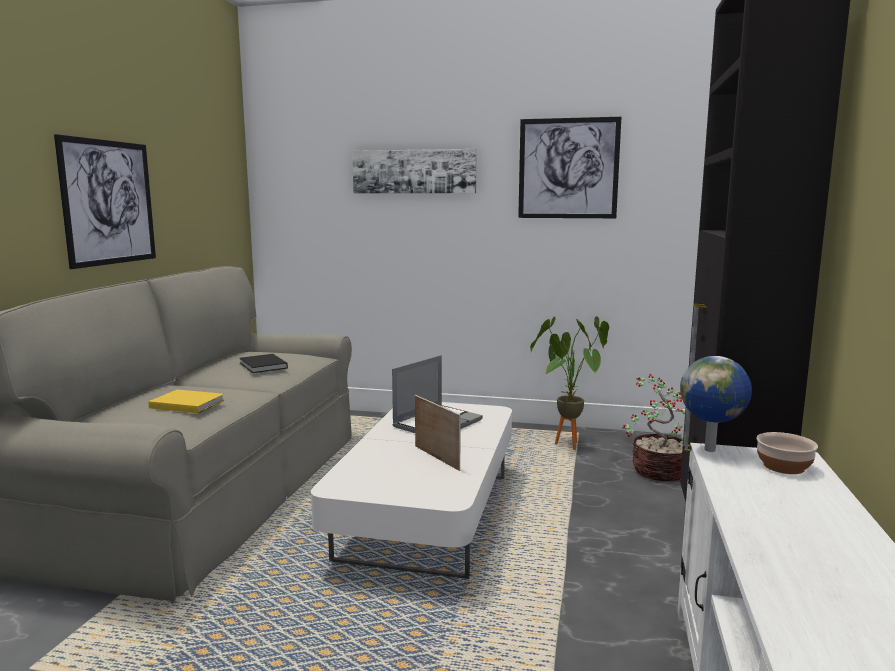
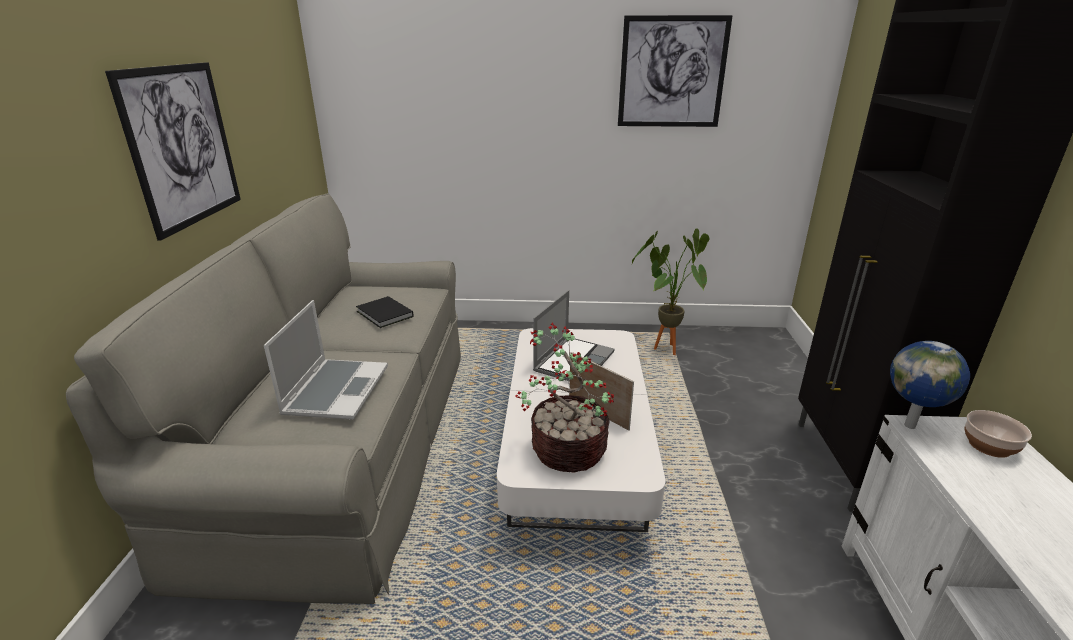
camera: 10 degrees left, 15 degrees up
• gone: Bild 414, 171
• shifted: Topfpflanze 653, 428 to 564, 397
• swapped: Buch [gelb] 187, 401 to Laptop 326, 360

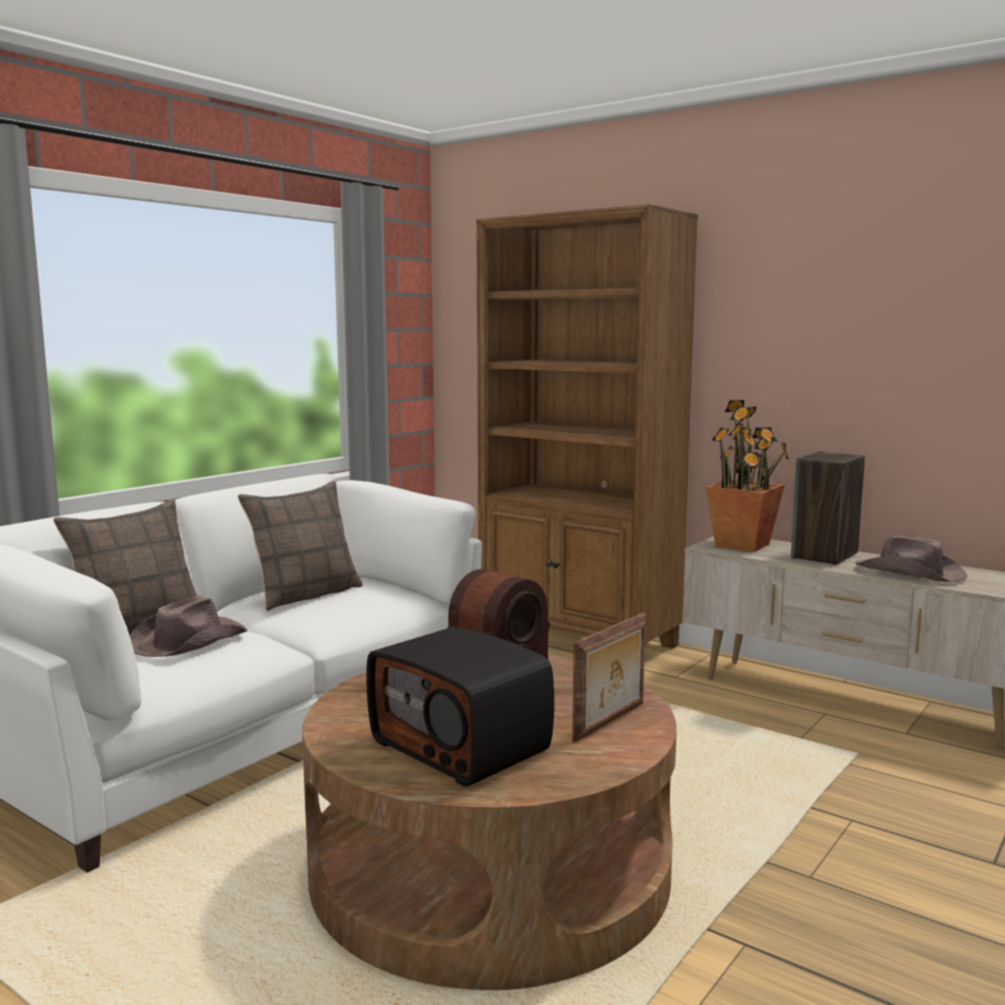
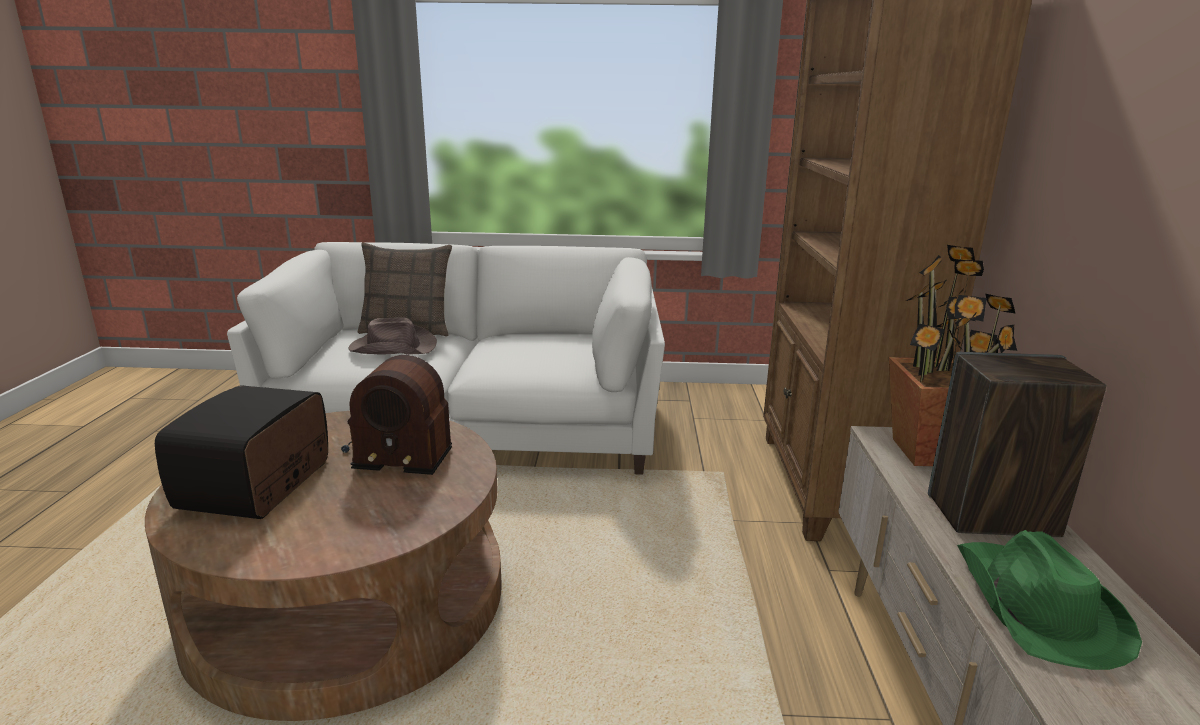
camera: 55 degrees right, 10 degrees up
• gone: Kissen 300, 546
• gone: Bilderrahmen 609, 677
• repainted: Hut [braun] 911, 558 to Hut [grün] 1049, 600

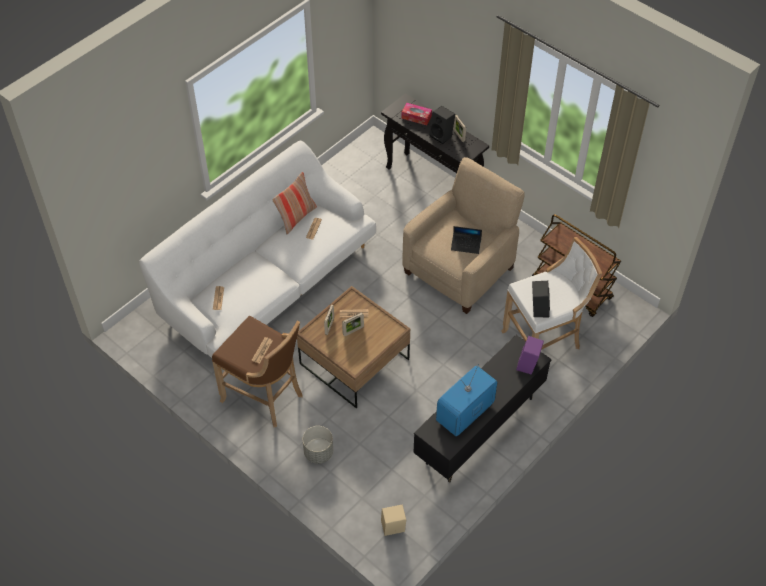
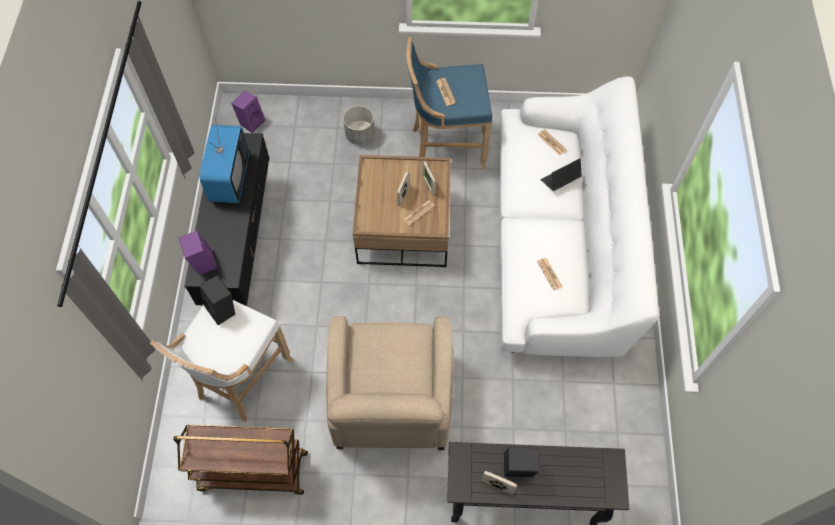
camera: 140 degrees right, 10 degrees up
• gone: Kissen 294, 203
• gone: Taschentuchbox 416, 114
• shifted: Laptop 466, 240 to 561, 174
• repainted: Hocker [braun] 257, 371 to Hocker [blau] 449, 103
• repainted: Lautsprecher [beige] 393, 520 to Lautsprecher [lila] 248, 112

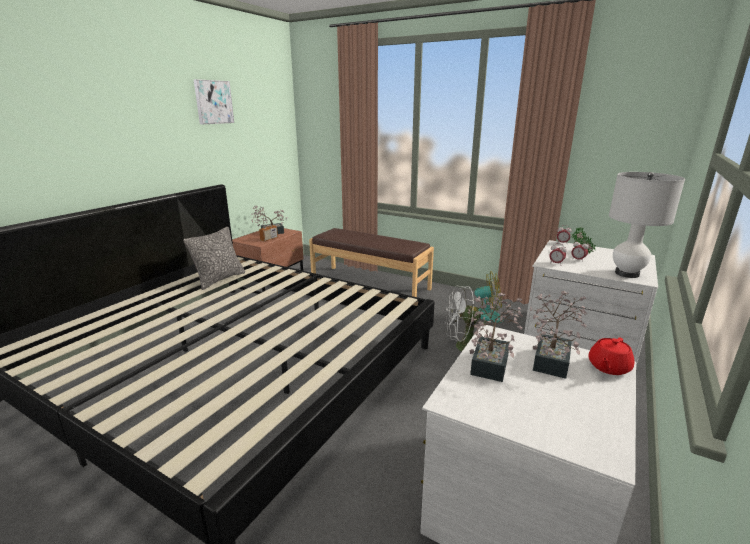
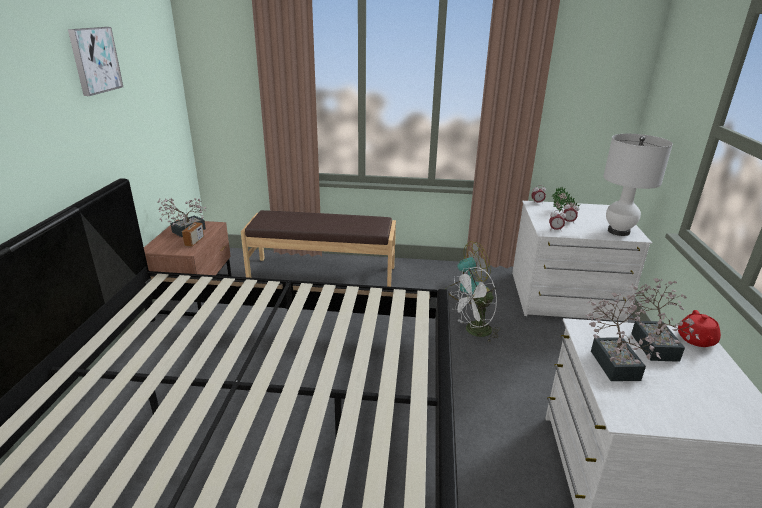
camera: 25 degrees left, 5 degrees up
• gone: Kissen 214, 258

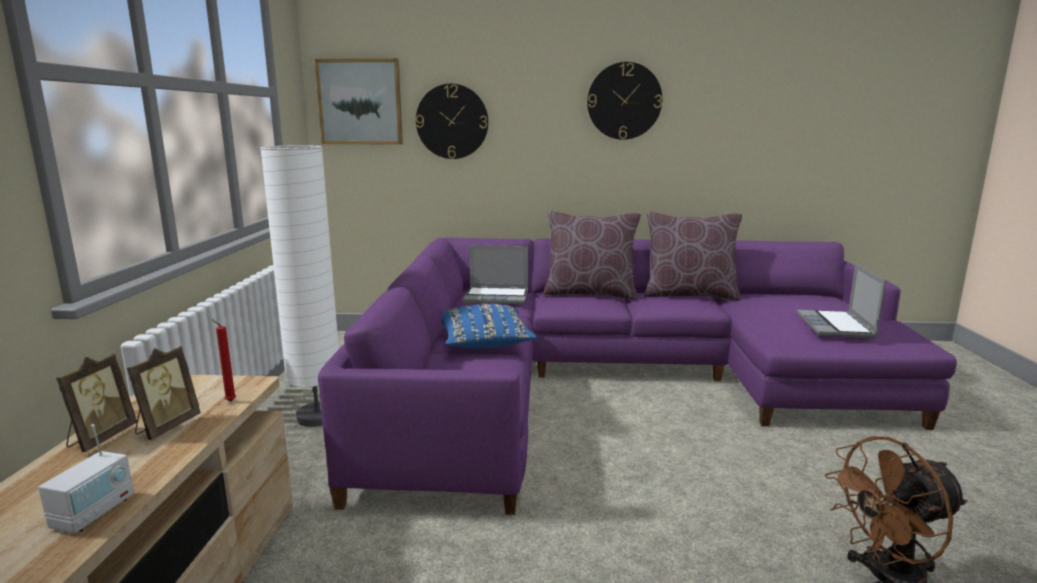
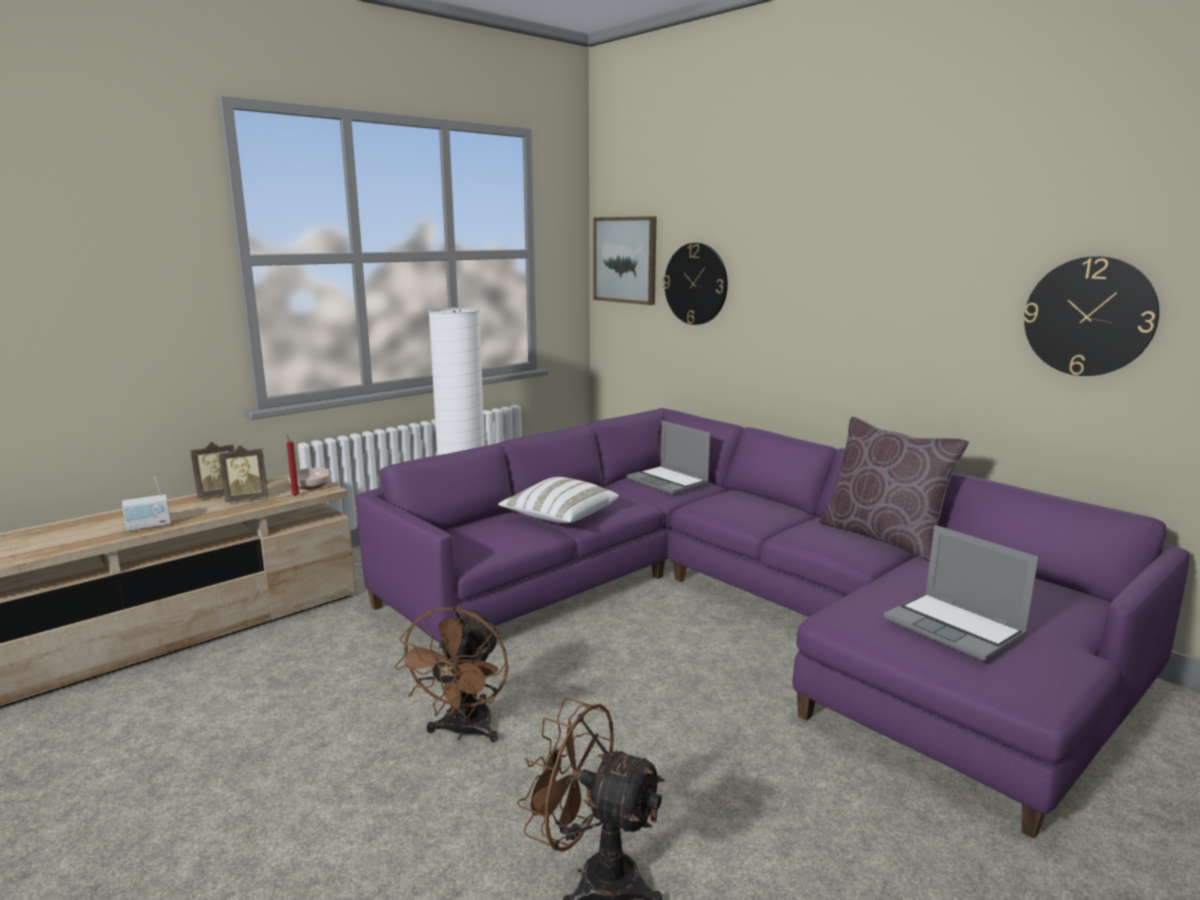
camera: 45 degrees right, 0 degrees up
• gone: Kissen [braun] 592, 255
• new: Schüssel 309, 479
• new: Ventilator [braun] 452, 675
• shifted: Wanduhr 624, 101 to 1091, 316
• repainted: Kissen [blau] 489, 326 to Kissen [weiß] 558, 500
• rotated: Laptop 841, 301 = 961, 593 90 degrees counterclockwise

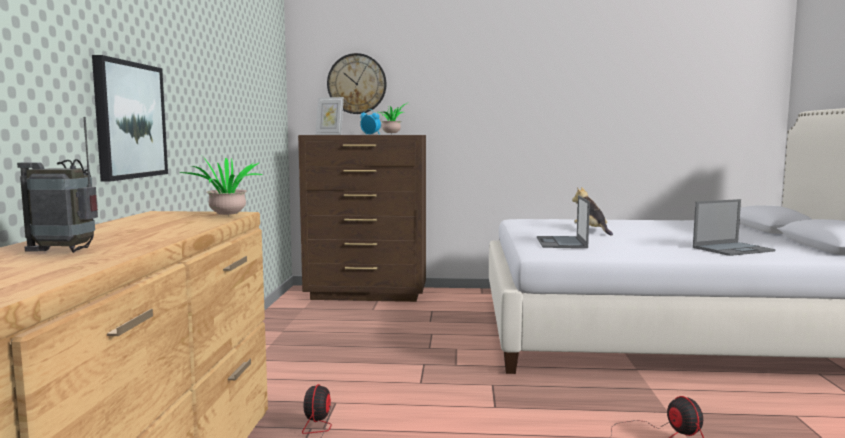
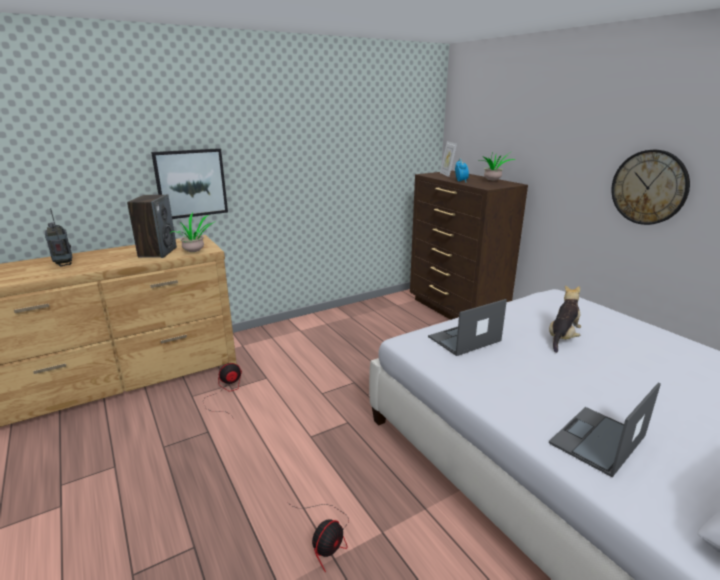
camera: 55 degrees right, 15 degrees up
• new: Lautsprecher 152, 226
• shifted: Wanduhr 356, 83 to 650, 187
• rotated: Laptop 734, 227 = 605, 430 105 degrees clockwise

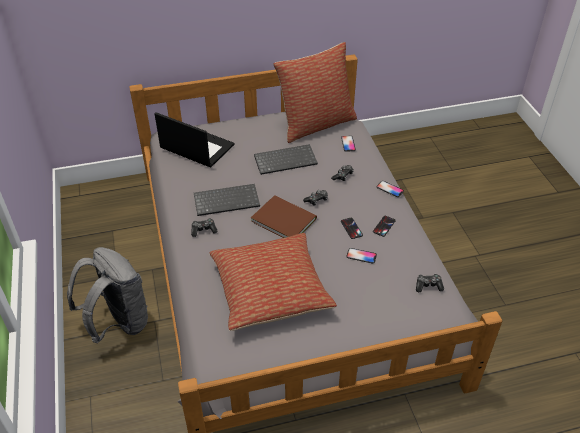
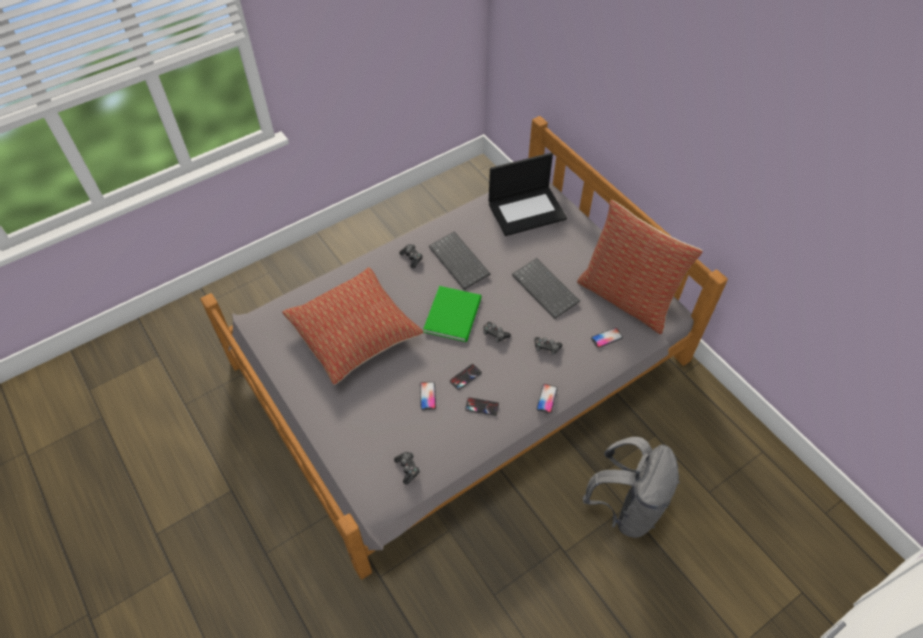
camera: 70 degrees right, 10 degrees up
• shifted: Rucksack [grau] 107, 295 to 631, 487
• repainted: Buch [braun] 284, 216 to Buch [grün] 452, 314
• rotated: Laptop 194, 139 = 528, 194 60 degrees clockwise

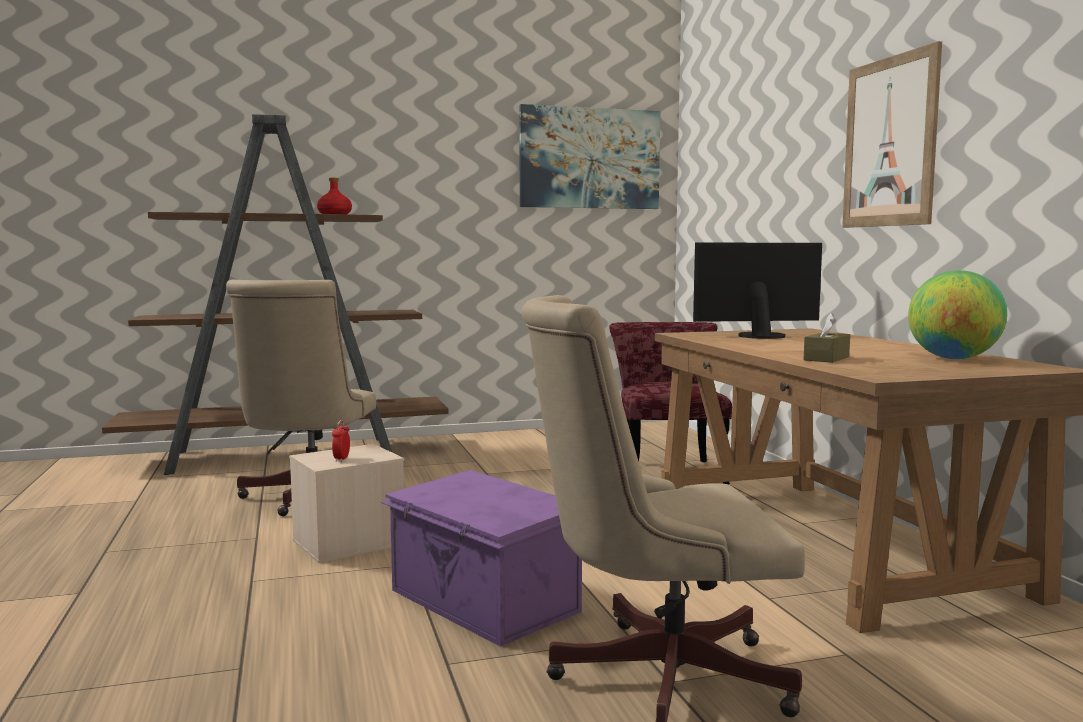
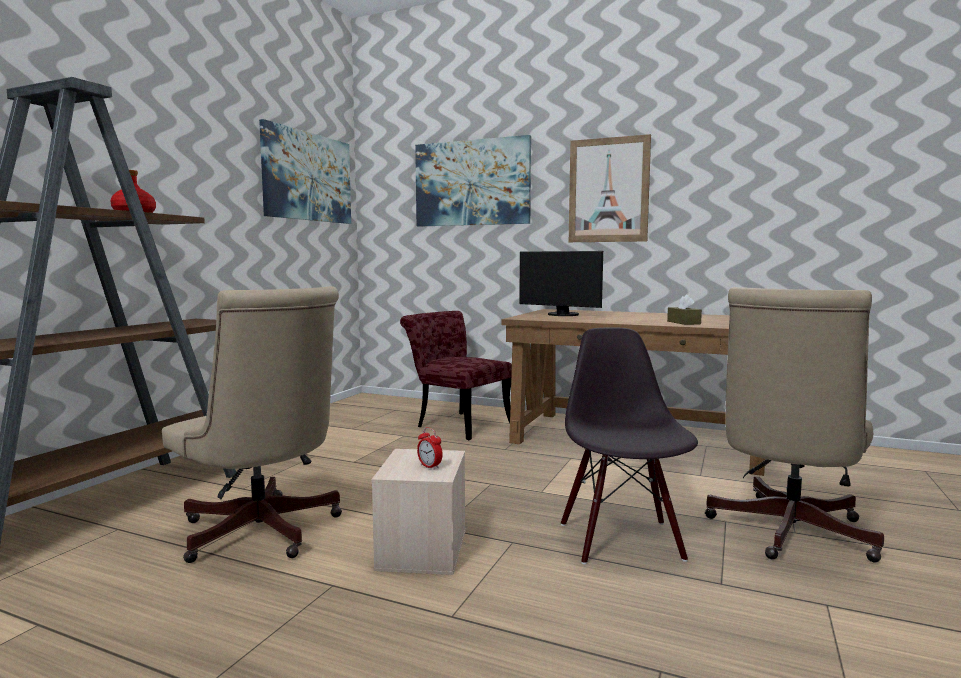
camera: 50 degrees left, 0 degrees up
• gone: Globus 957, 314
• new: Bild 473, 181
• swapped: Aufbewahrungsbox [lila] 481, 558 to Stuhl [schwarz] 629, 446
• rotated: Monitor 757, 291 = 561, 283 90 degrees counterclockwise

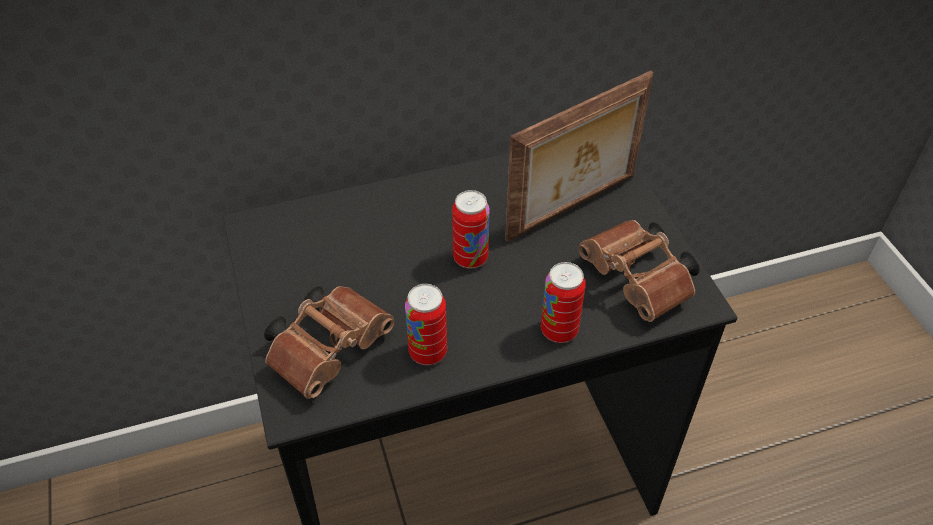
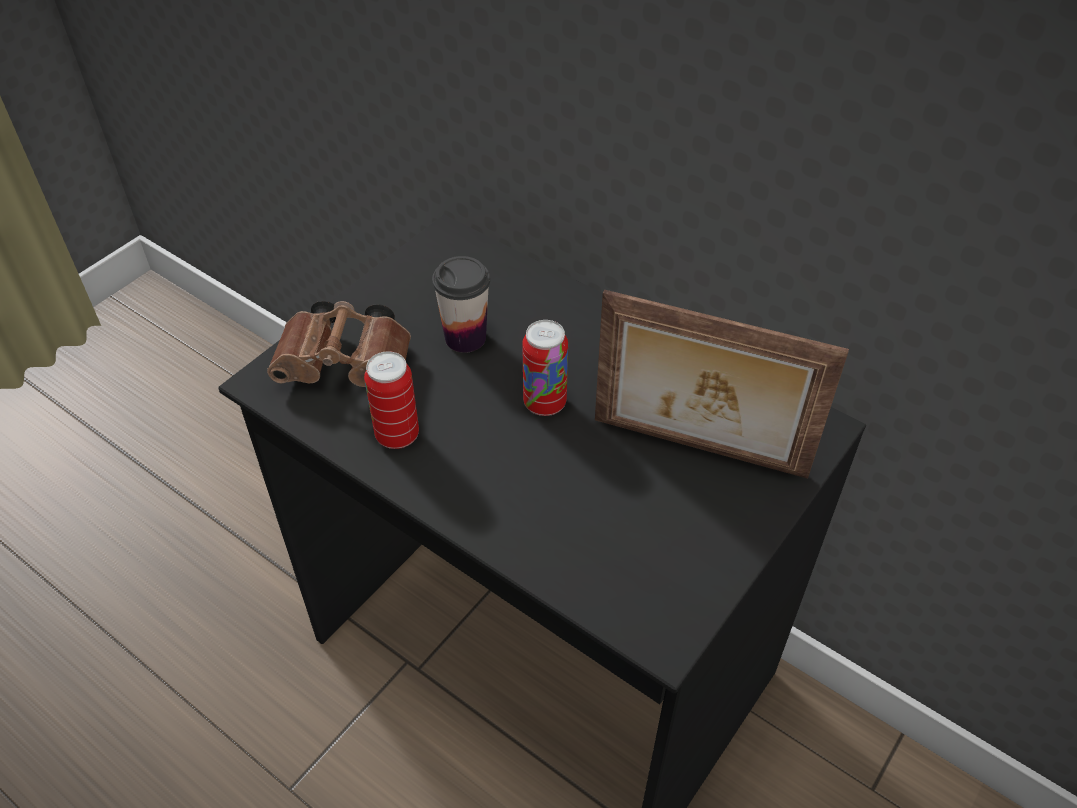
camera: 55 degrees right, 0 degrees up
• gone: Dose 563, 302
• gone: Fernglas [braun] 639, 271
• new: Tasse 461, 304

